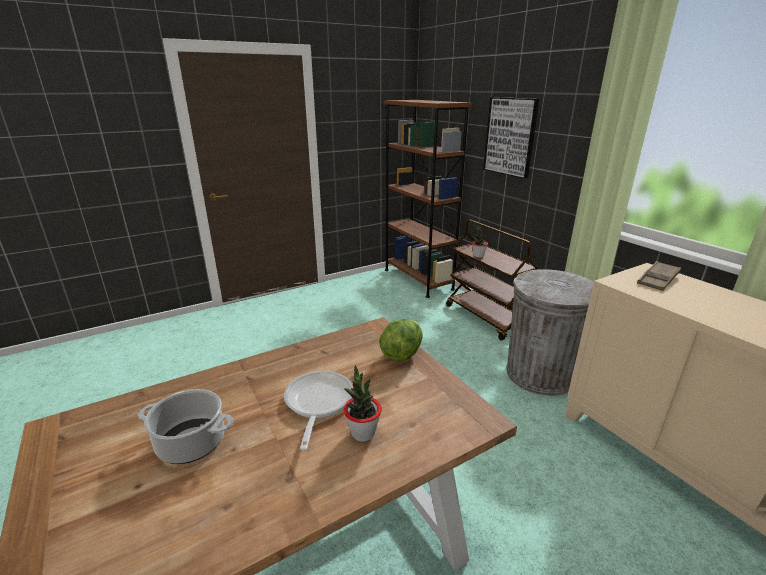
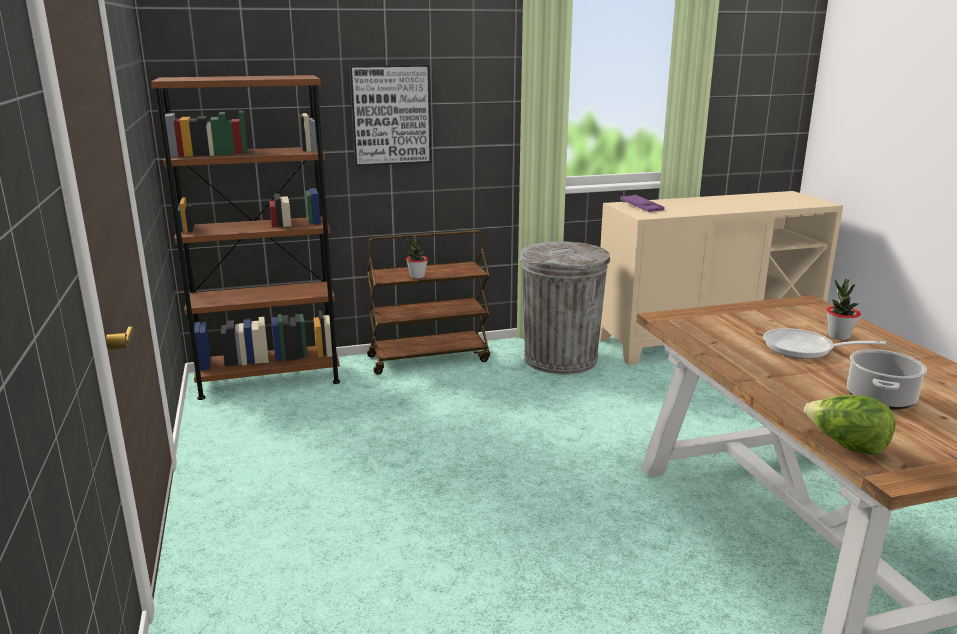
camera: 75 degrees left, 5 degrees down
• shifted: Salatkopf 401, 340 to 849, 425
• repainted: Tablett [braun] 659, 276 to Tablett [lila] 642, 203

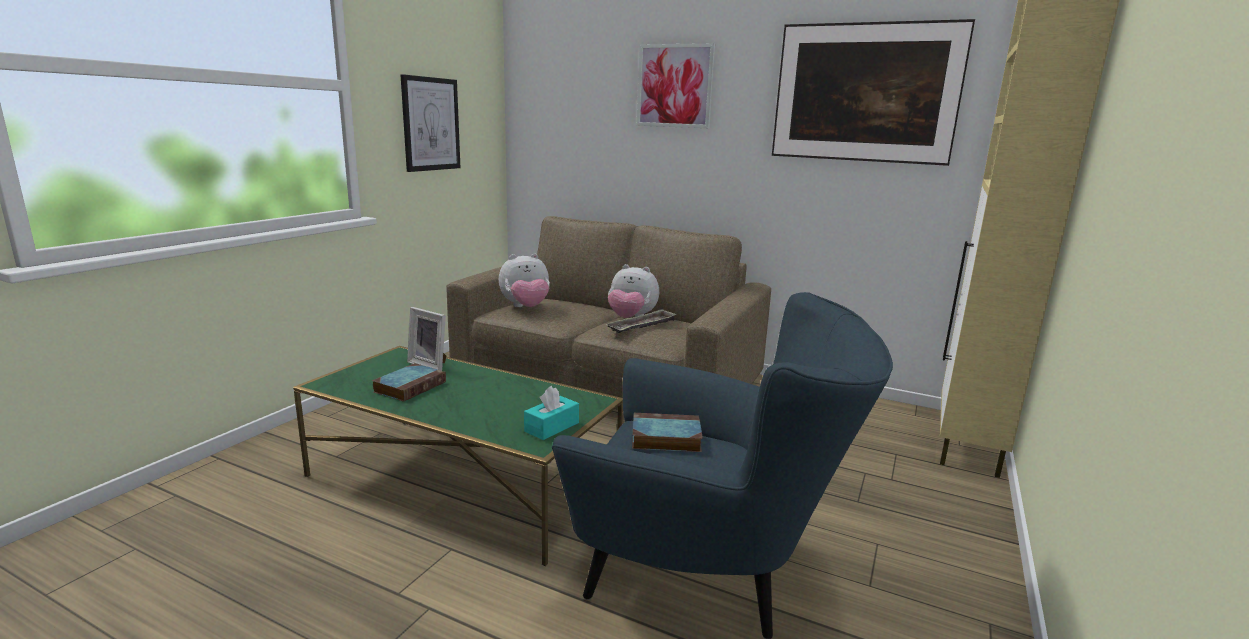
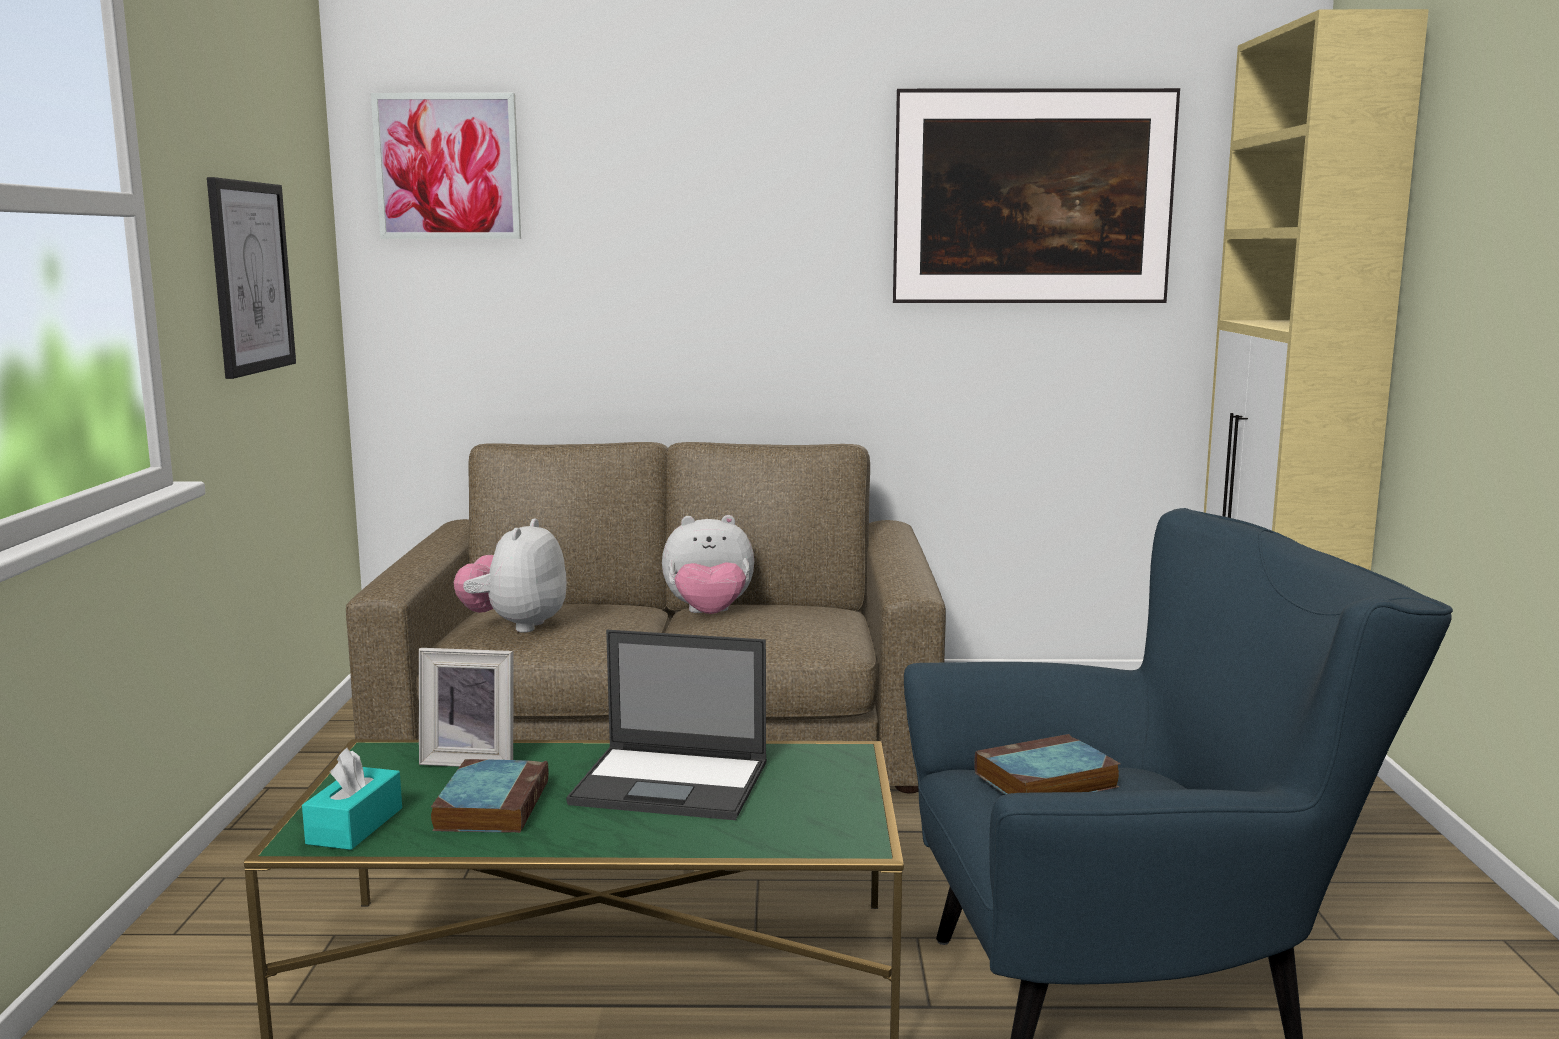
camera: 25 degrees left, 5 degrees down
• gone: Tablett 641, 321
• new: Laptop 666, 725
• shifted: Taschentuchbox [türkis] 551, 413 to 352, 799
• shifted: Bild 676, 85 to 446, 166
• rotated: Plüschtier 524, 280 = 510, 575 150 degrees clockwise

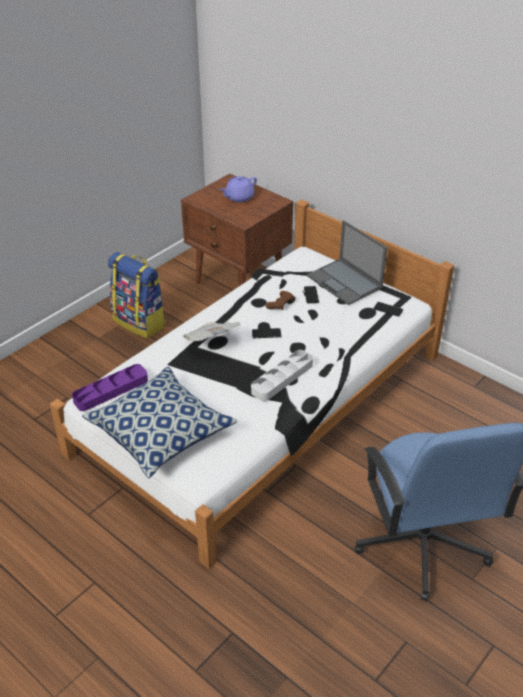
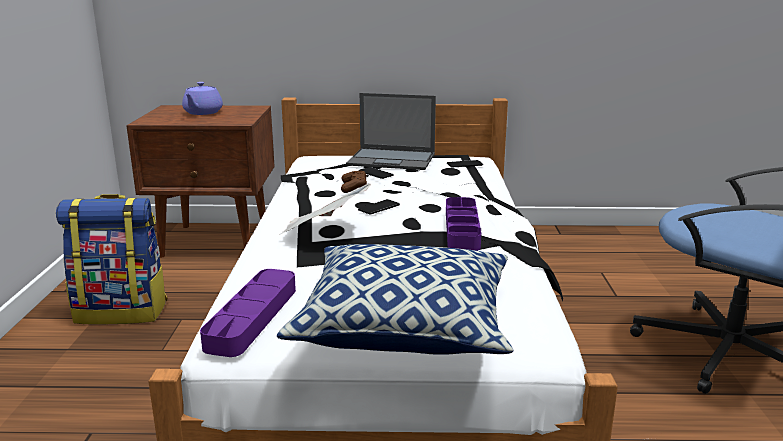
camera: 40 degrees left, 20 degrees down
• repainted: Tablett [weiß] 282, 375 to Tablett [lila] 463, 224

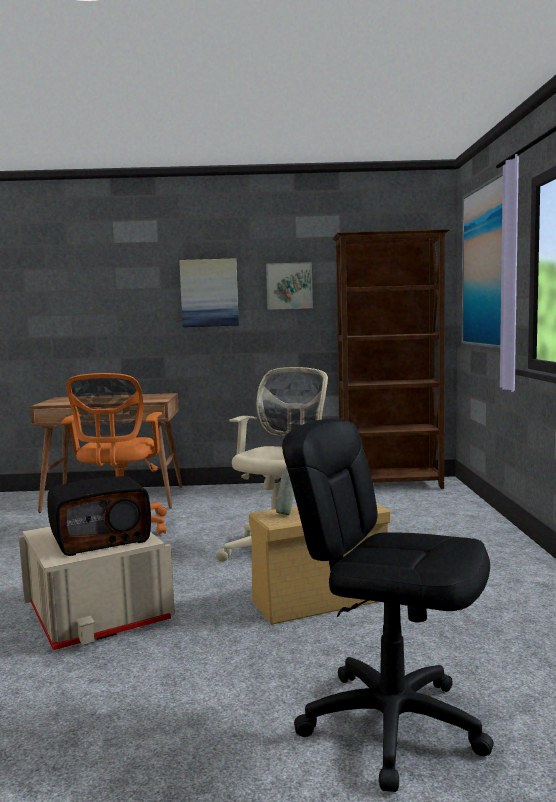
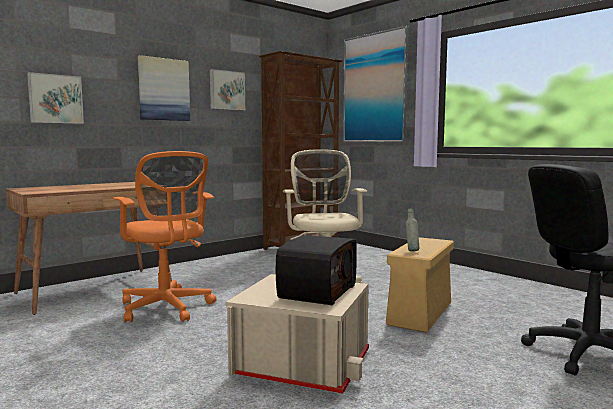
camera: 40 degrees left, 0 degrees up
• new: Bild 55, 98

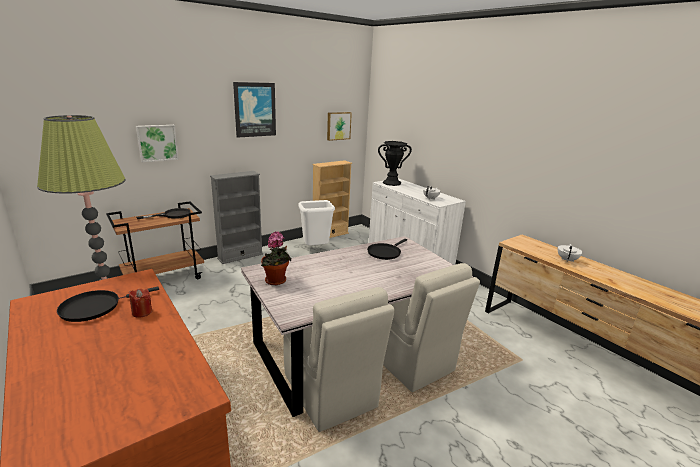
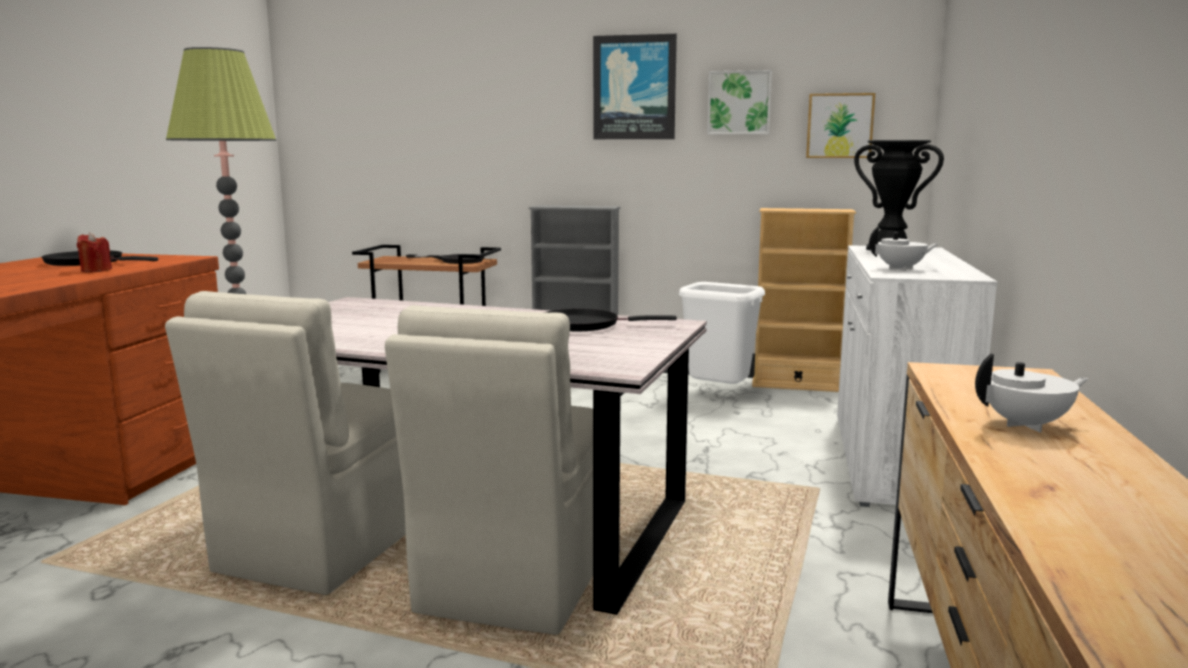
camera: 50 degrees right, 10 degrees down
• gone: Topfpflanze 276, 258
• shifted: Bild 157, 143 to 739, 102

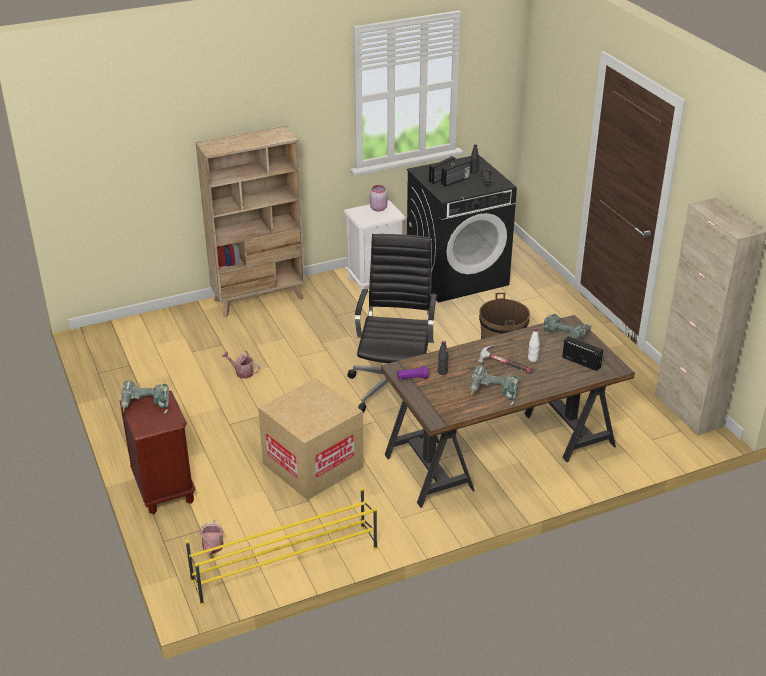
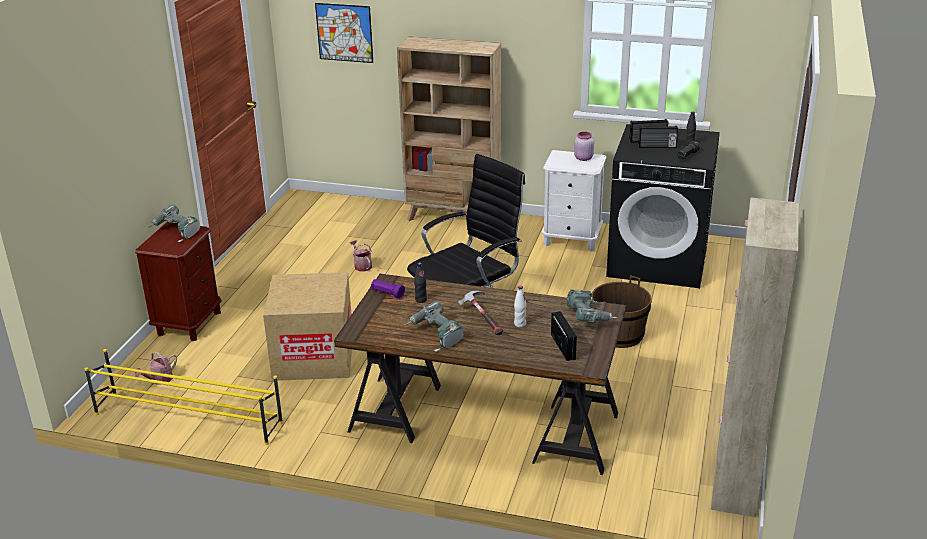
camera: 40 degrees right, 5 degrees down
• new: Bild 344, 33

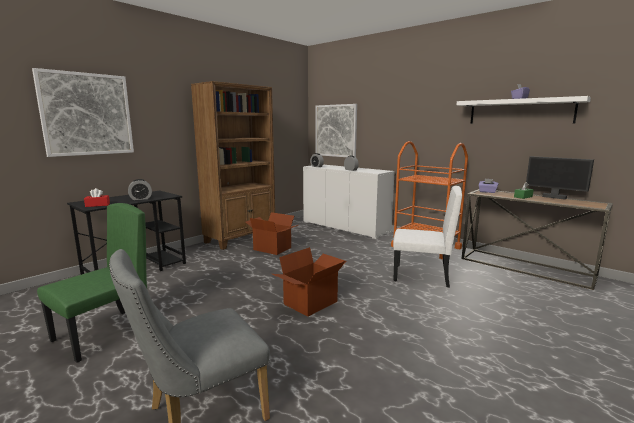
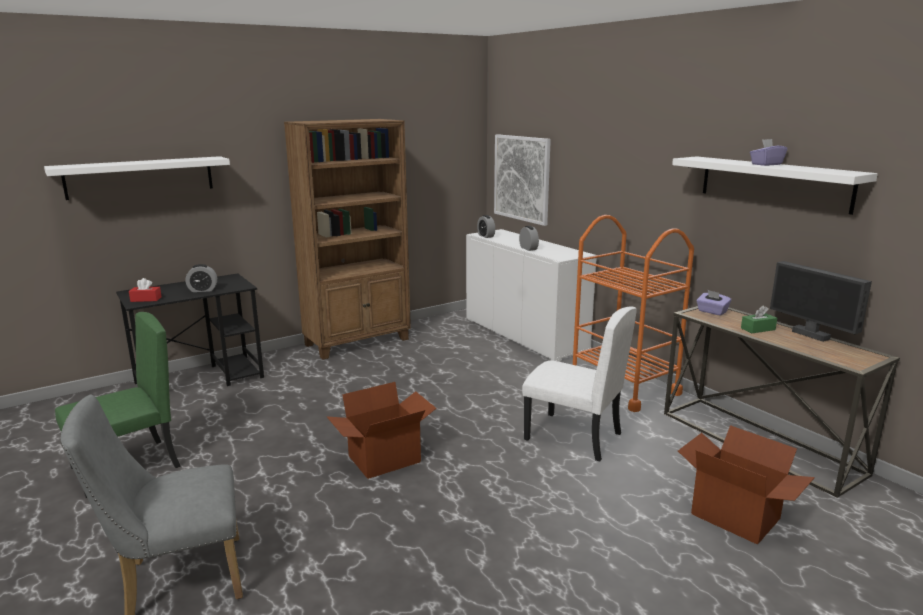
camera: 15 degrees right, 5 degrees up
• shifted: Karton 272, 233 to 746, 484
• swapped: Bild 83, 112 to Wandregal [weiß] 137, 178

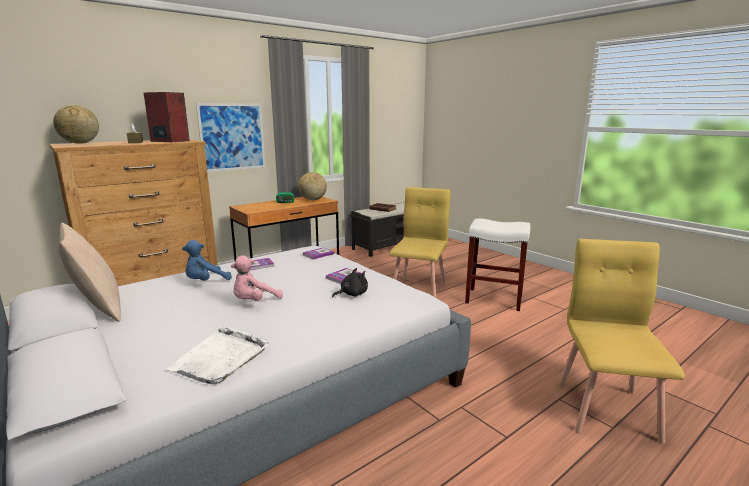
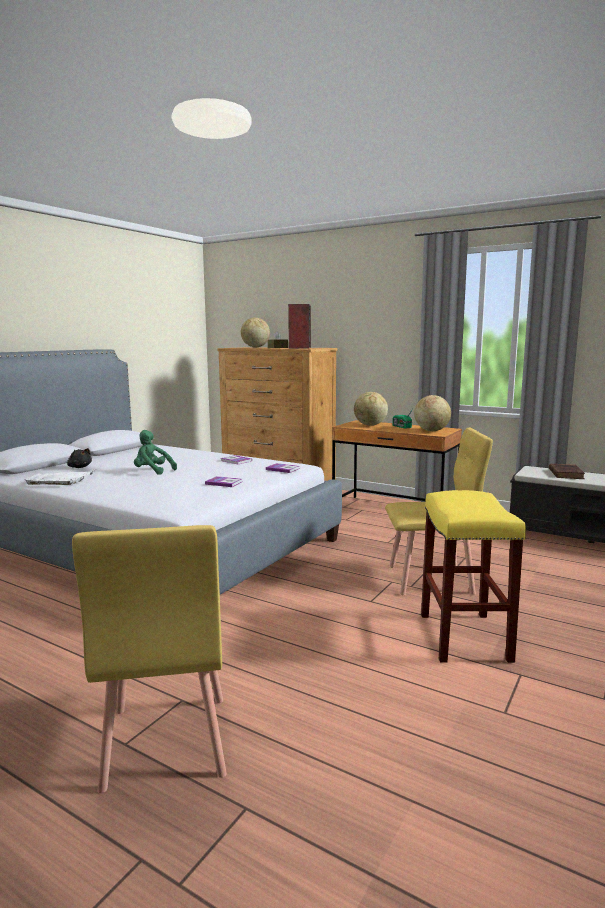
camera: 70 degrees right, 5 degrees down
• gone: Kissen [beige] 90, 272
• gone: Plüschtier [blau] 207, 260
• gone: Bild 231, 137
• new: Globus 371, 409
• shifted: Plüschtier [schwarz] 350, 282 to 79, 458
• repainted: Plüschtier [rosa] 257, 278 to Plüschtier [grün] 155, 452
• repainted: Hocker [weiß] 498, 264 to Hocker [gelb] 473, 576
• rotated: Stuhl [gelb] 622, 341 = 149, 659 90 degrees clockwise

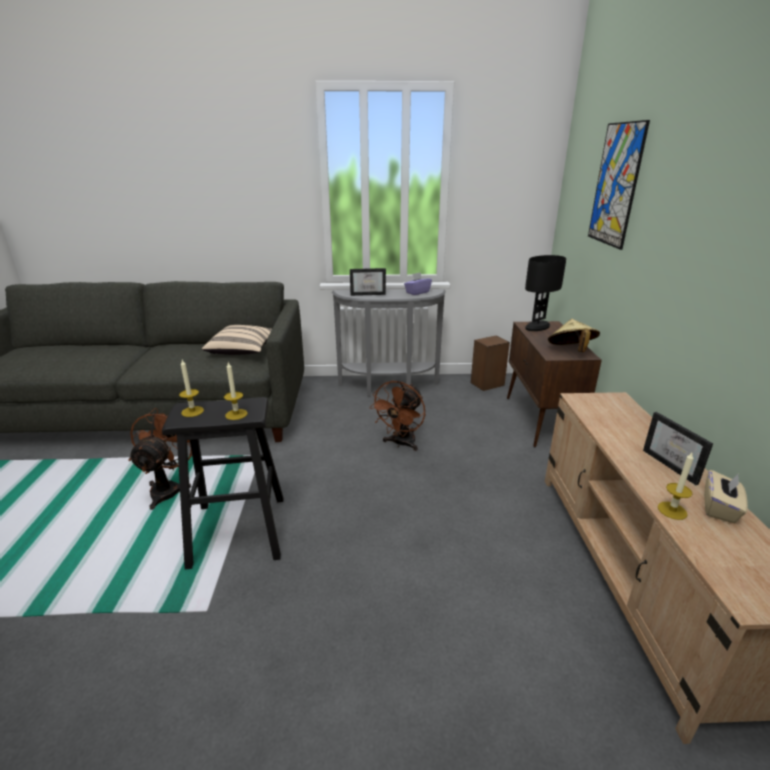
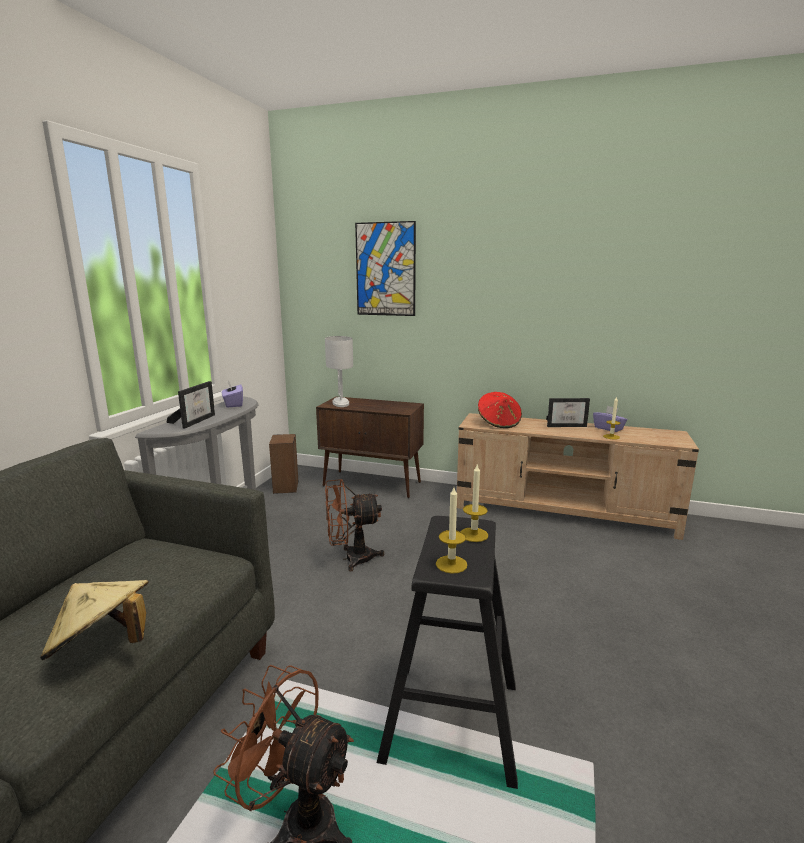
camera: 70 degrees left, 10 degrees down
• gone: Kissen [beige] 237, 340
• new: Hut [rot] 500, 410
• shifted: Hut [beige] 574, 335 to 94, 620
• repainted: Tischlampe [schwarz] 545, 293 to Tischlampe [weiß] 339, 371
• repainted: Taschentuchbox [beige] 726, 496 to Taschentuchbox [lila] 610, 419
• rotated: Ventilator [braun] 397, 416 = 354, 525 120 degrees clockwise

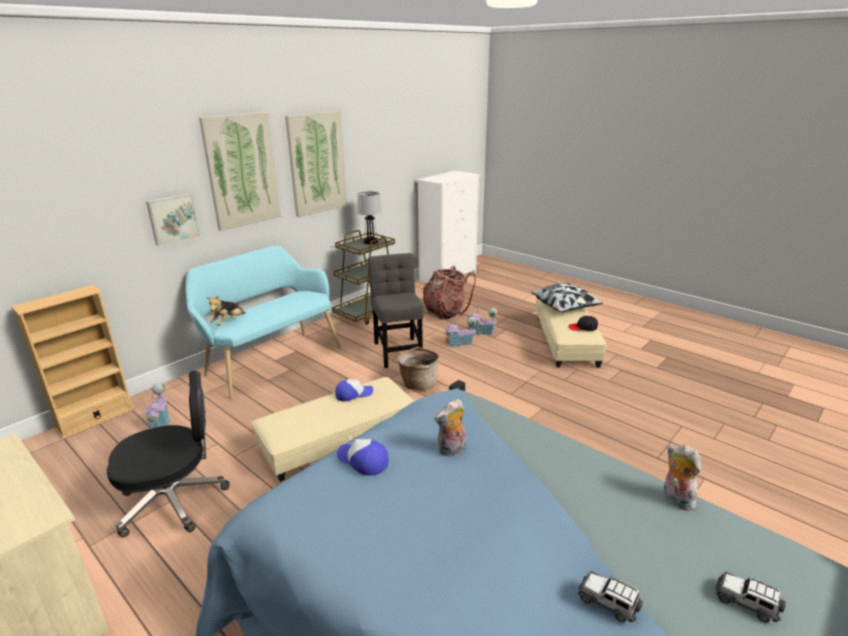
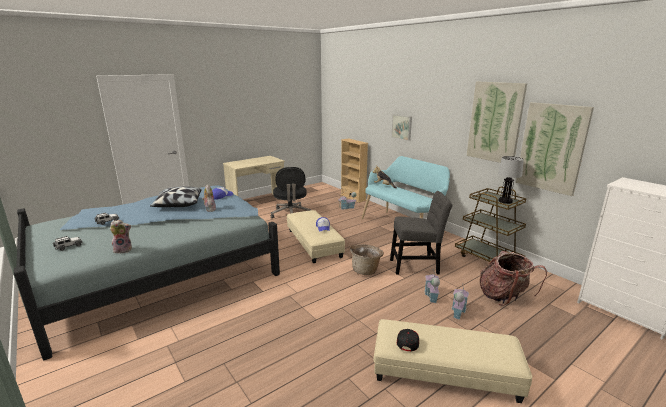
camera: 100 degrees right, 5 degrees down
• shifted: Bild 240, 171 to 555, 149
• shifted: Kissen 567, 297 to 176, 196

